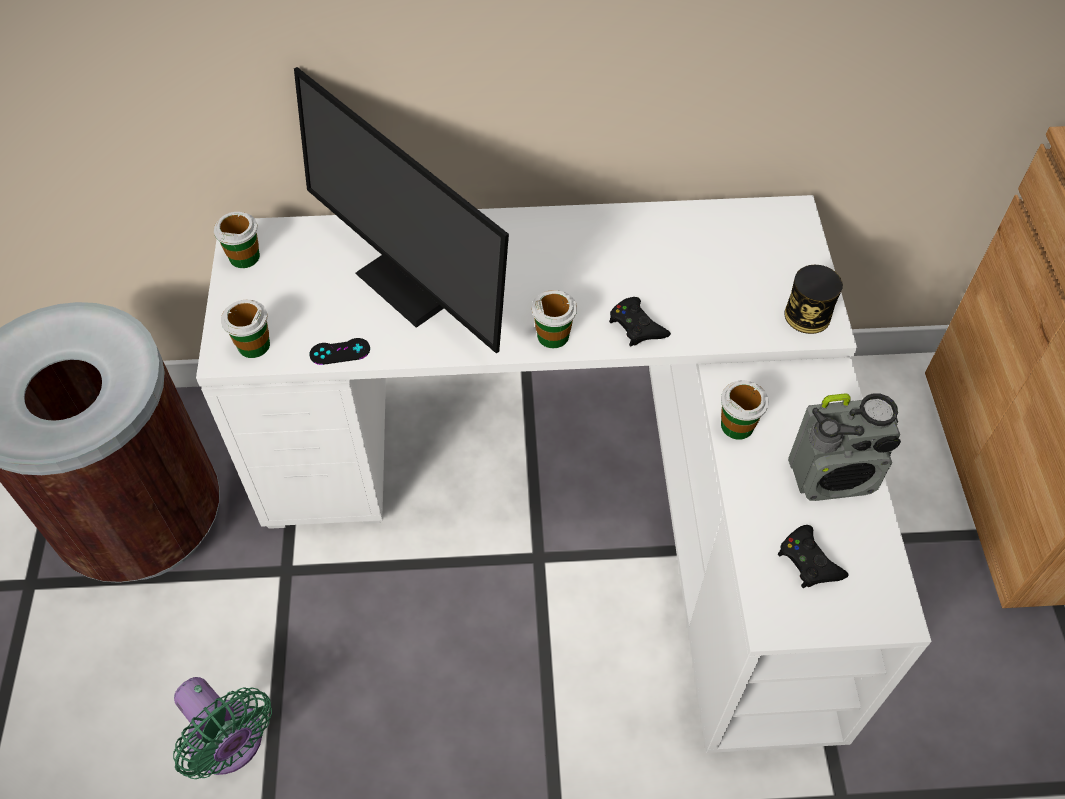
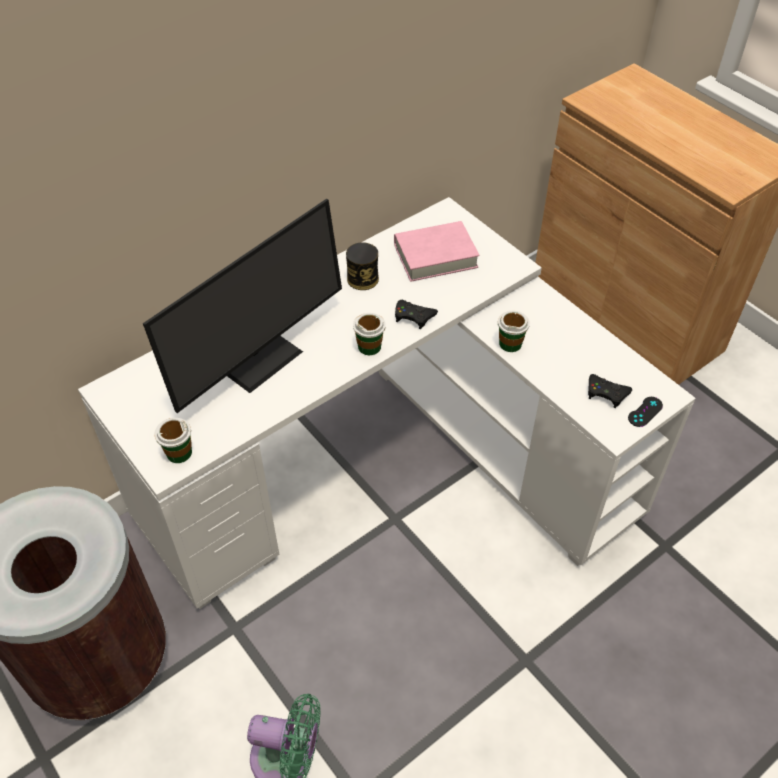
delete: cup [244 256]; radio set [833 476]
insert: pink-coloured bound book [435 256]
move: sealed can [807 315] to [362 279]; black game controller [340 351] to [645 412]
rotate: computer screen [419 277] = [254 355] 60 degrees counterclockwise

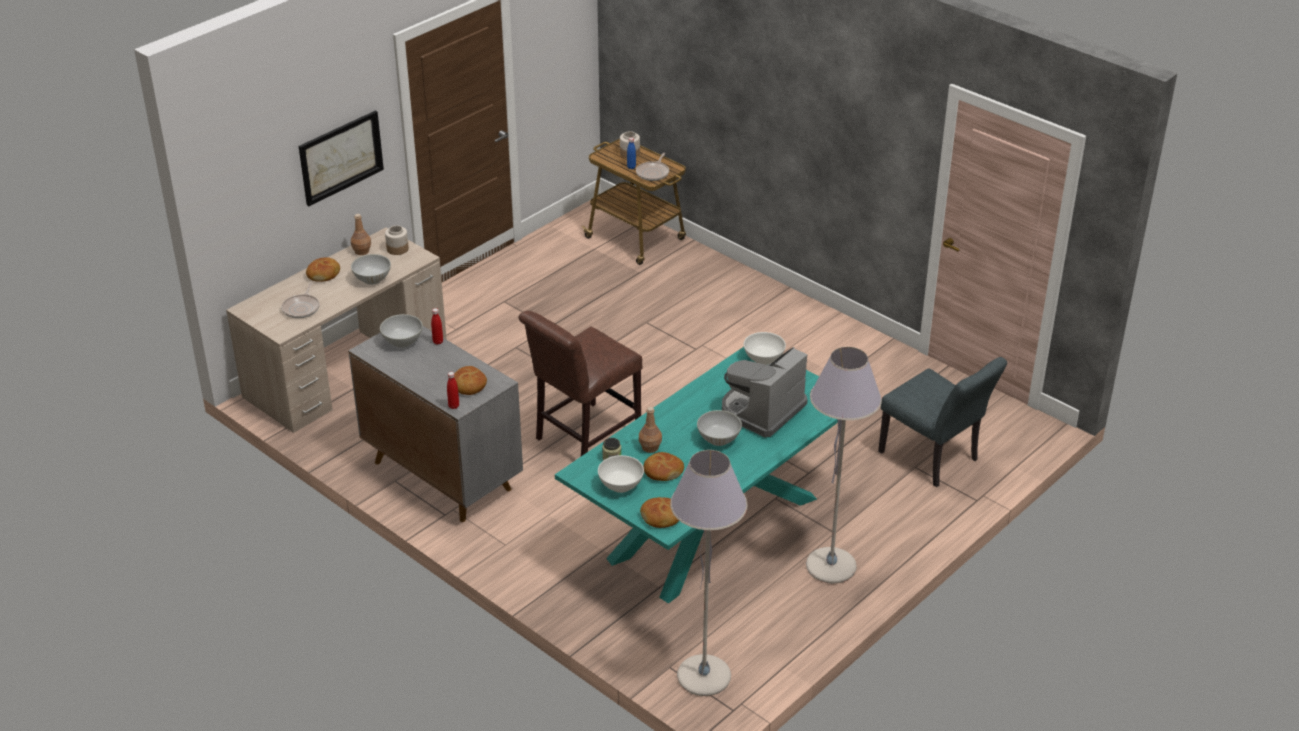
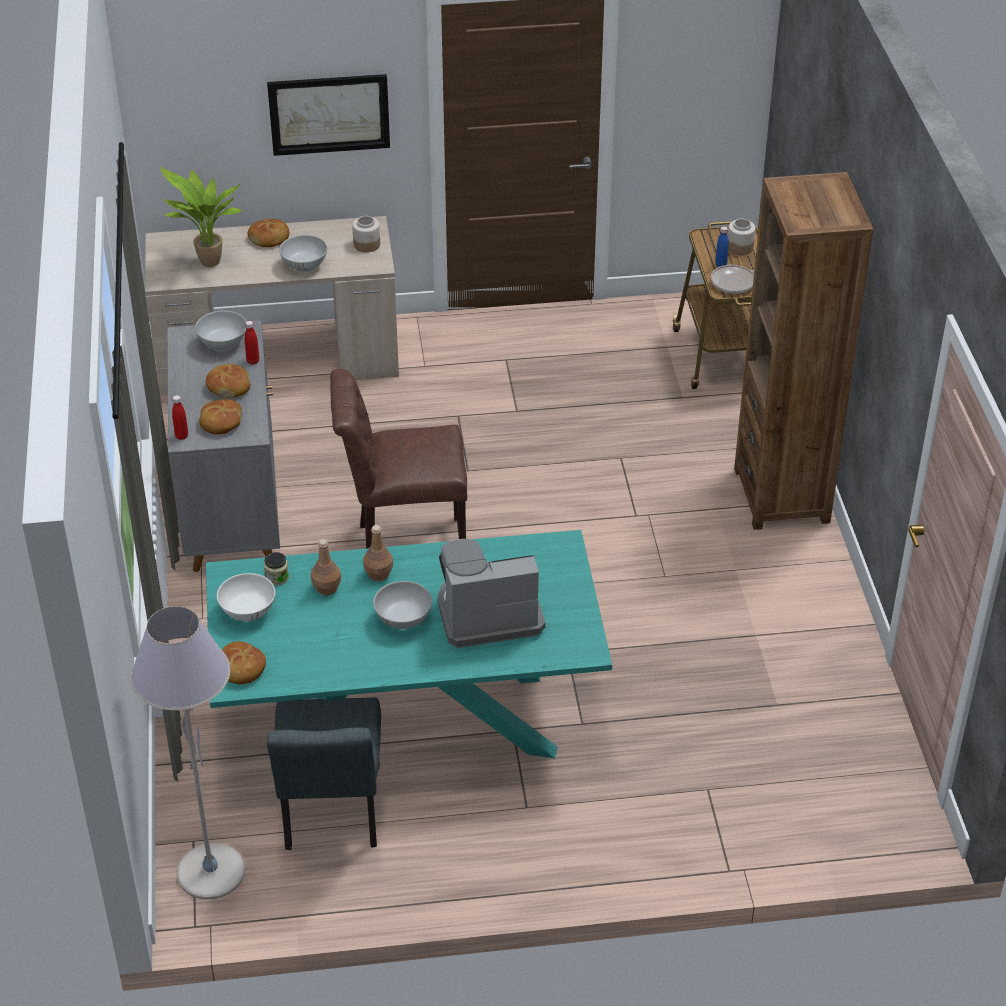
delete: white serving bowl [764 359]; grey standing lamp [831 567]
insert: brown-coloured shelving unit [782 495]
move: brown-coloured bottle [362 251] to [378 574]; grey upright chair [934 459] to [331 816]; bakery bread [662 471] to [229 386]
replace: frying pan [302 308] to plant in a pot [208 264]

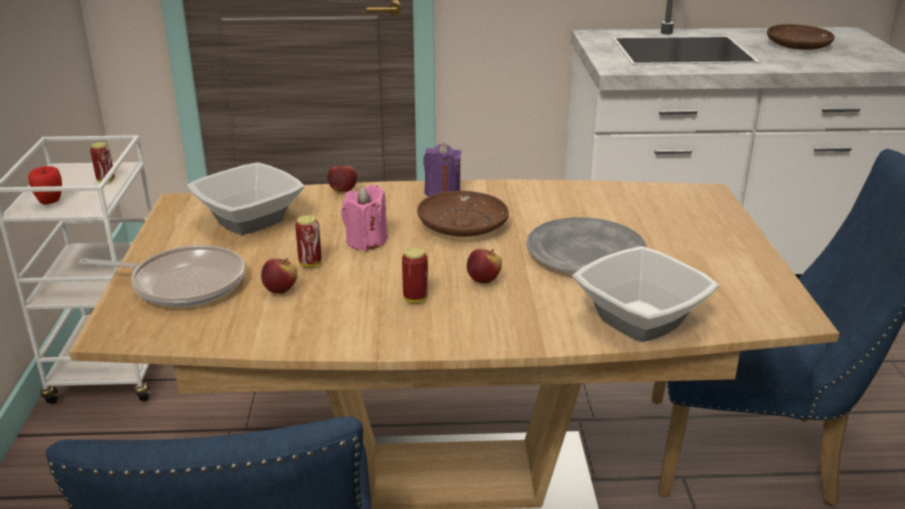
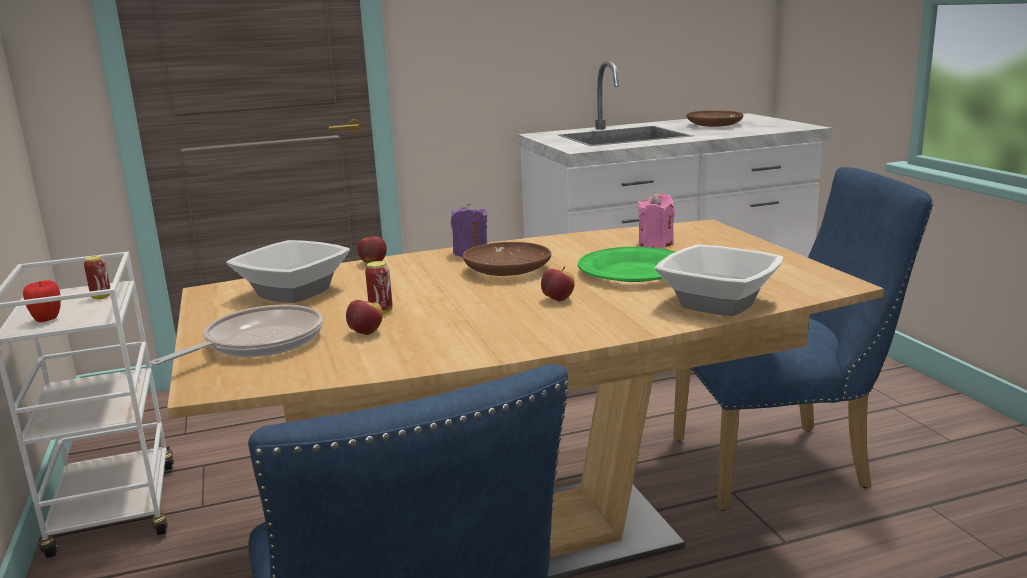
delete: sealed can [415 299]
move: pink-coloured wax candle [366 241] to [656 243]
recolor: grey flat dish [584 253] to greenish flat dish [632 272]
rotate: frying pan [182 284] = [258 343] 45 degrees counterclockwise

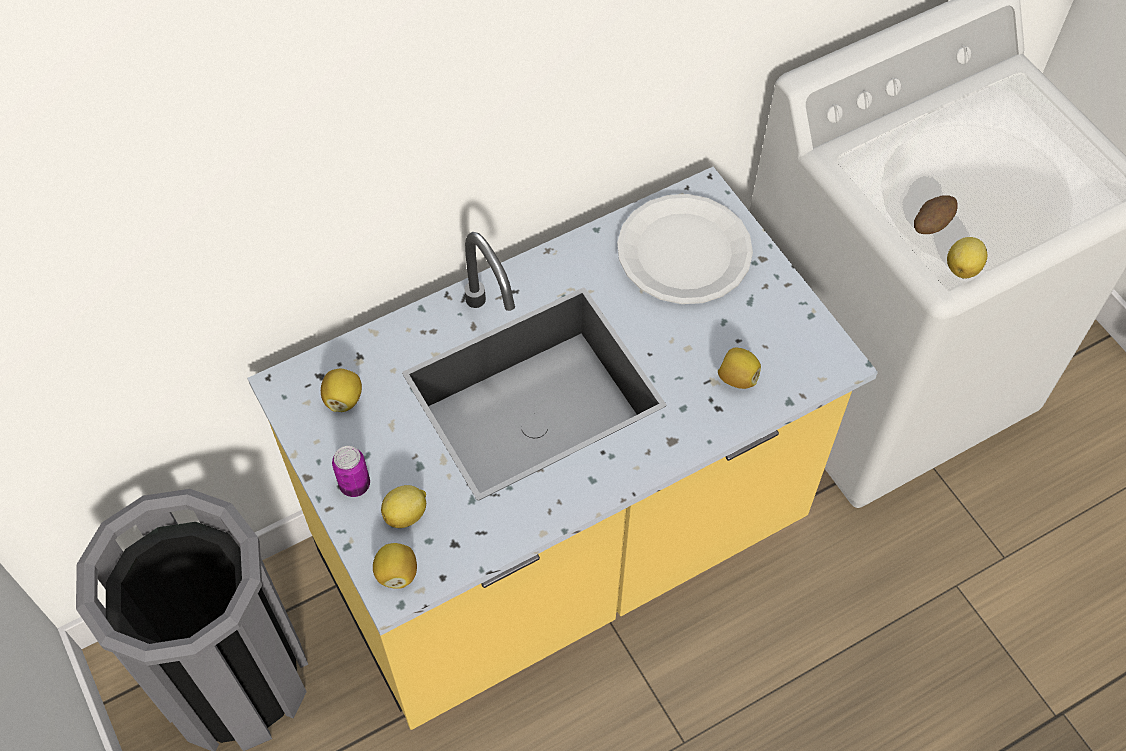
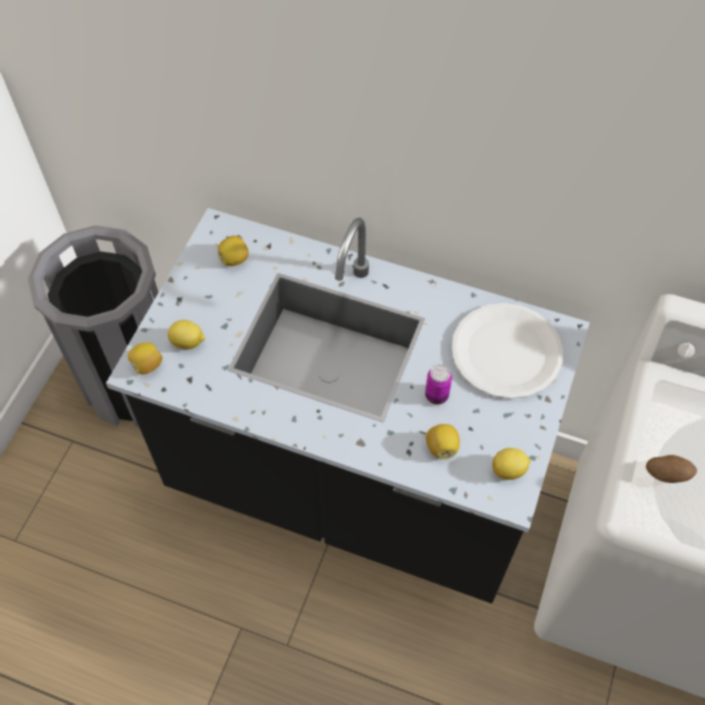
move: lemon [963 267] to [509 470]; sealed can [355 485] to [436 395]
recolor: yellow counter [563 546] to black counter [352 481]

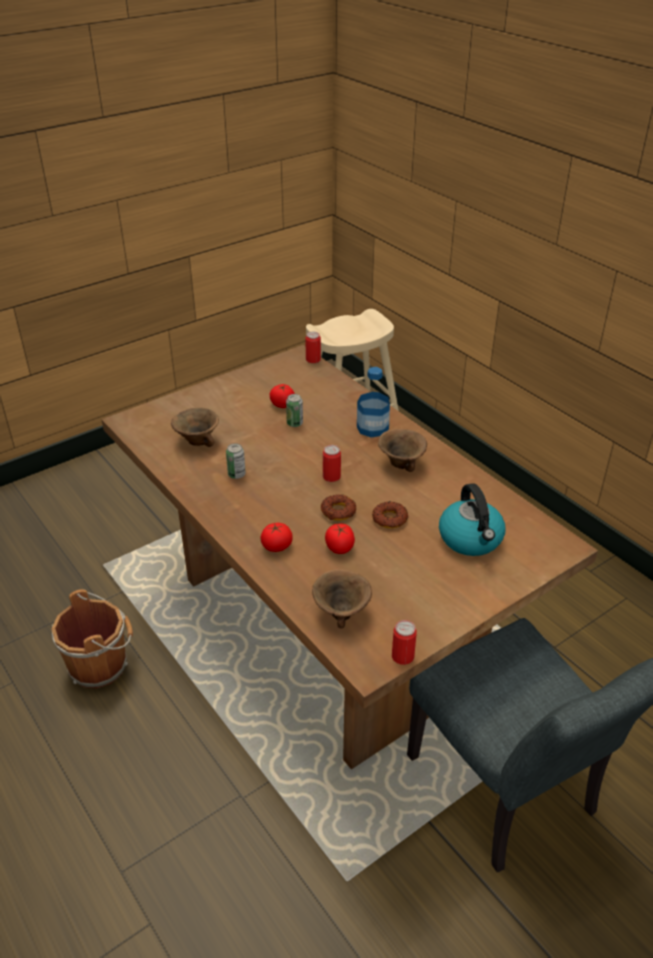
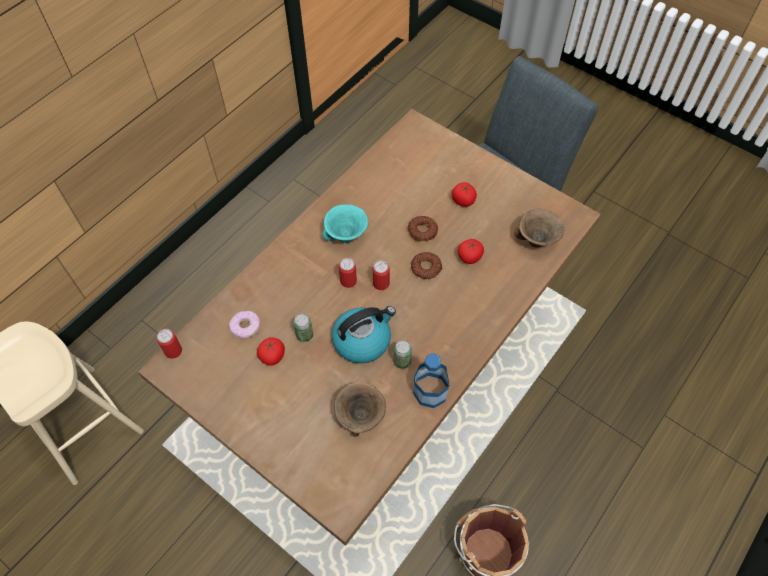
insert: donut [245 327]
move: bottle [372 428] to [430 391]; tea kettle [471 539] to [362 340]; whole tomato [277 546] to [463 200]; sealed can [402 656] to [348 281]
recolor: brown-coloured serving bowl [400 463] to turquoise-coloured serving bowl [346 236]

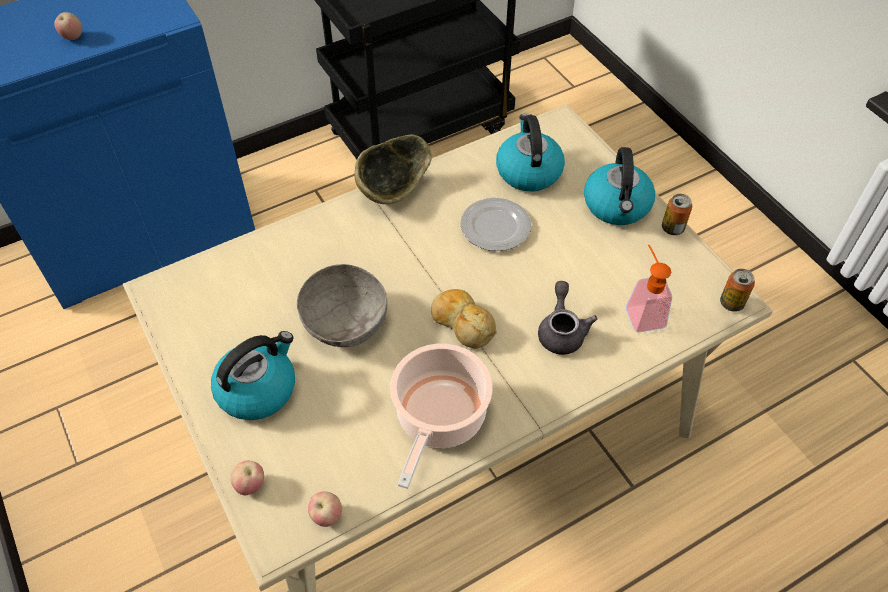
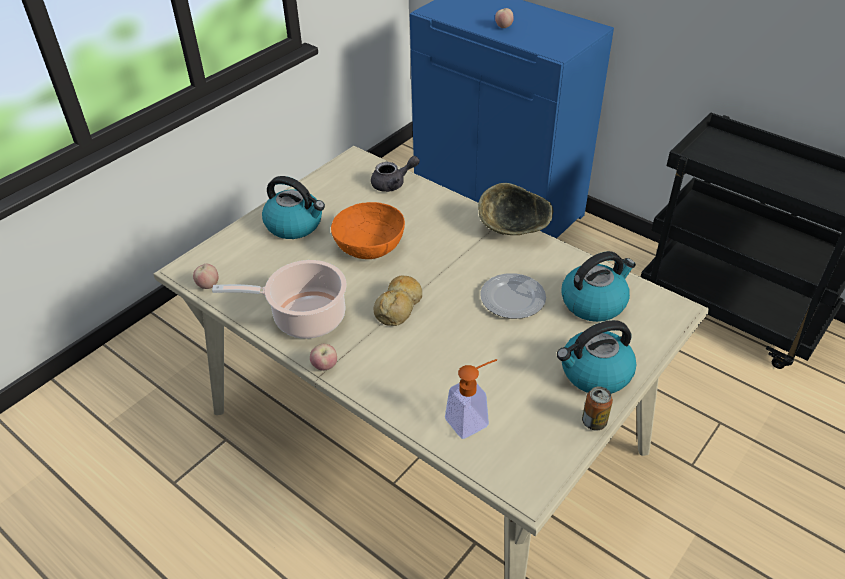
delete: sealed can [731 303]
move: grey pot for tea [561 331] to [393 184]; apple [250 485] to [325 366]
recolor: grey serving bowl [345 322] to orangey serving bowl [369 246]

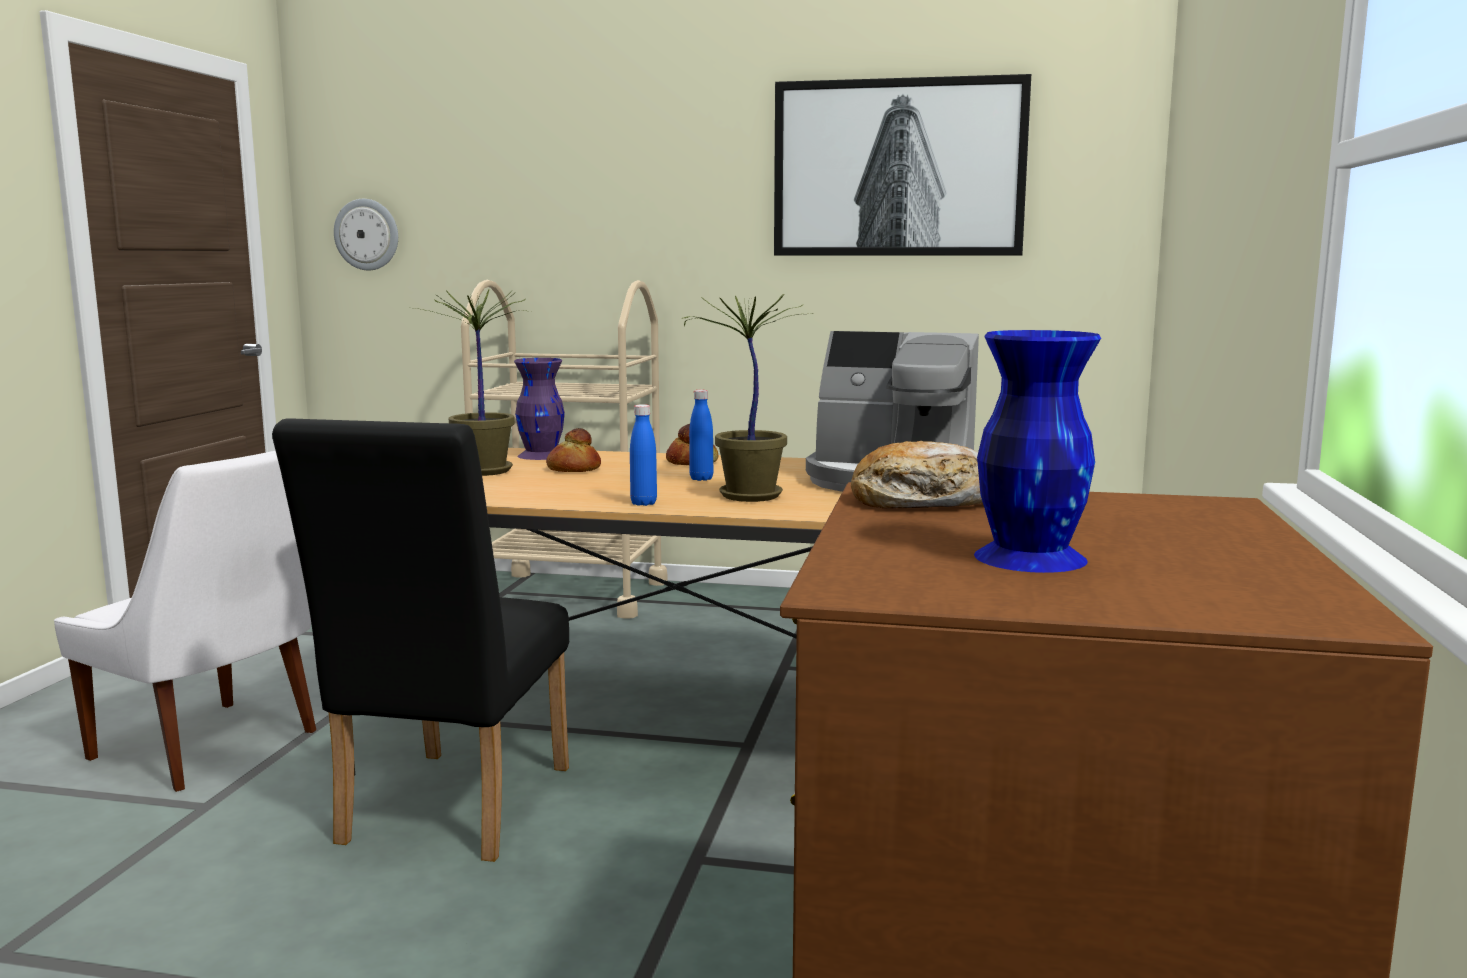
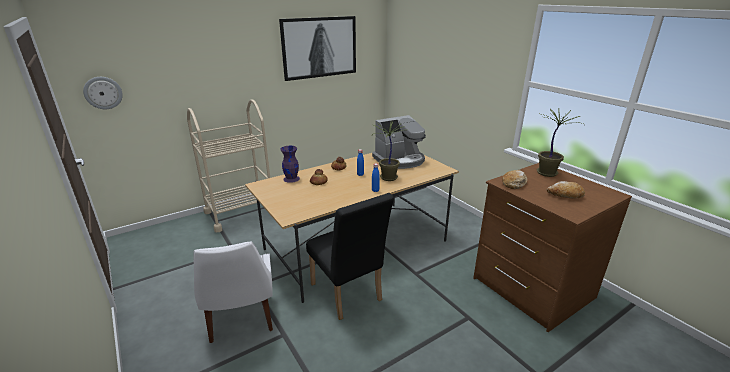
move: plant in a pot [485 472] to [547 173]
replace: blue flower vase [1028 557] to bakery bread [565 195]
rotate: white upright chair [210 747] = [241 319] 90 degrees clockwise

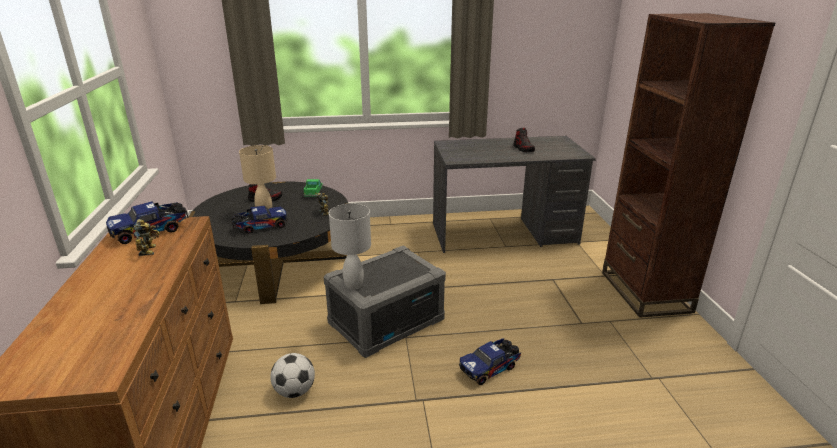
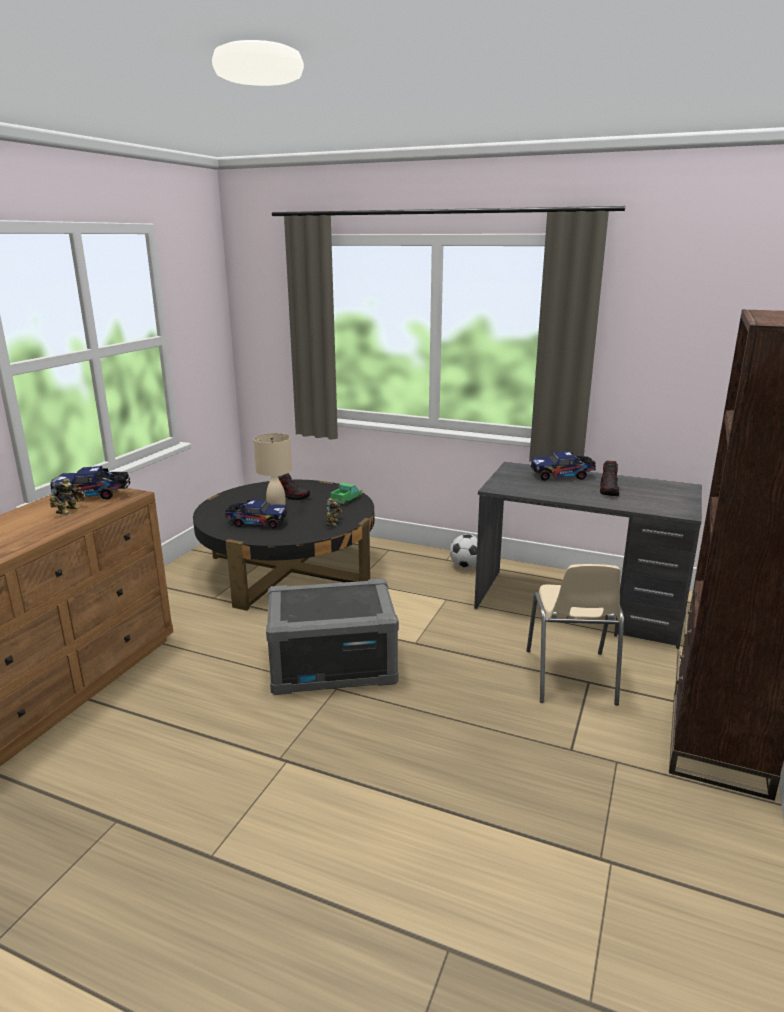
delete: white lamp for a table [354 284]
insert: beige-coloured upright chair [570 677]
move: toy truck [490 368] to [563 476]; football ball [294 391] to [466 566]

